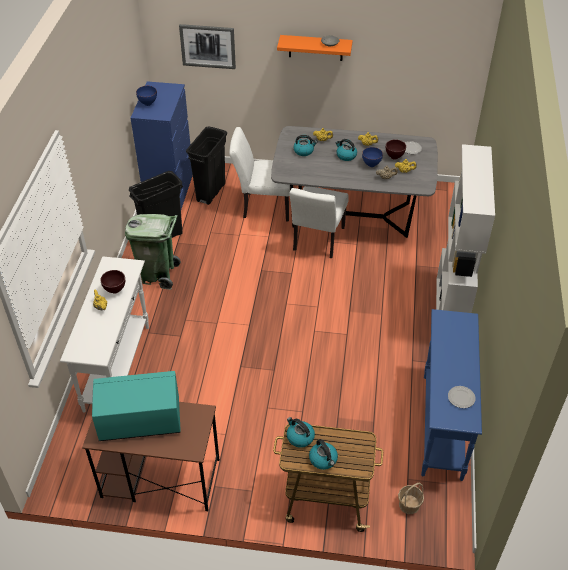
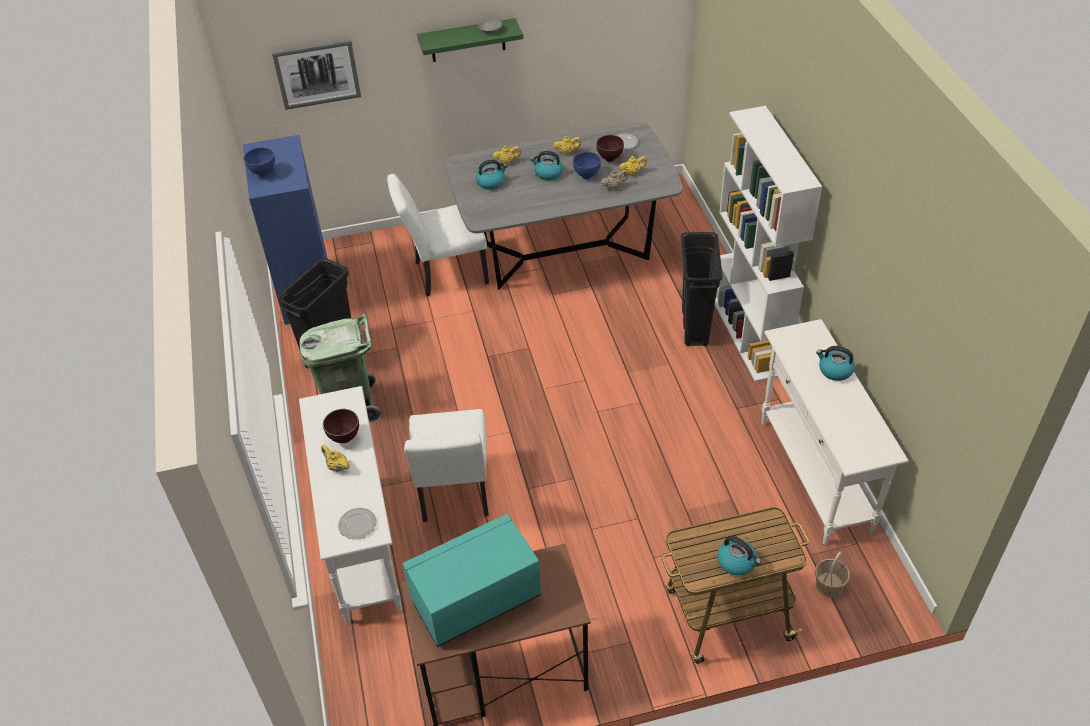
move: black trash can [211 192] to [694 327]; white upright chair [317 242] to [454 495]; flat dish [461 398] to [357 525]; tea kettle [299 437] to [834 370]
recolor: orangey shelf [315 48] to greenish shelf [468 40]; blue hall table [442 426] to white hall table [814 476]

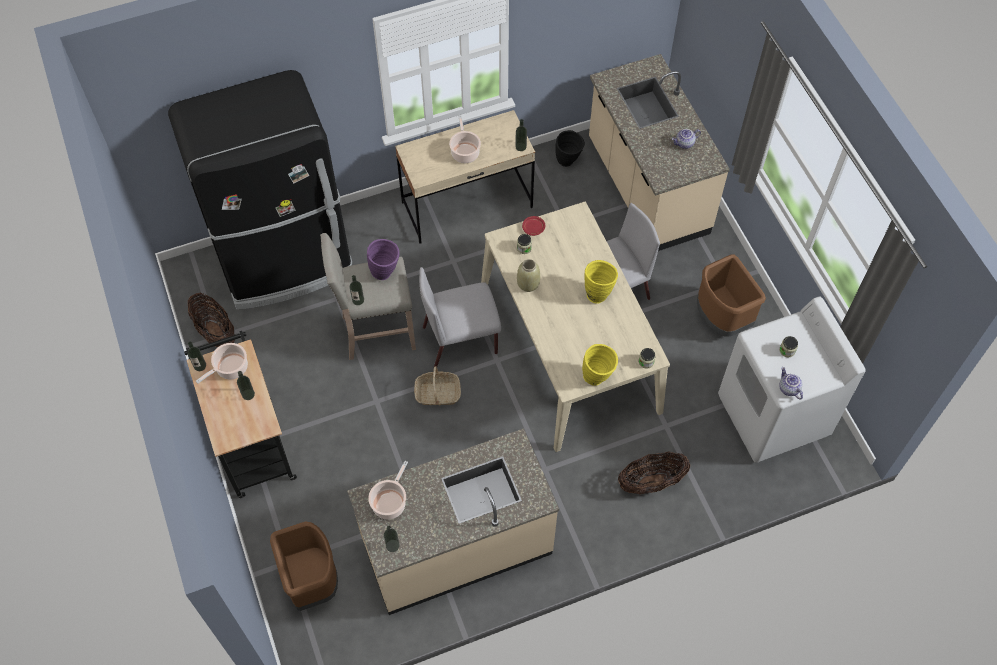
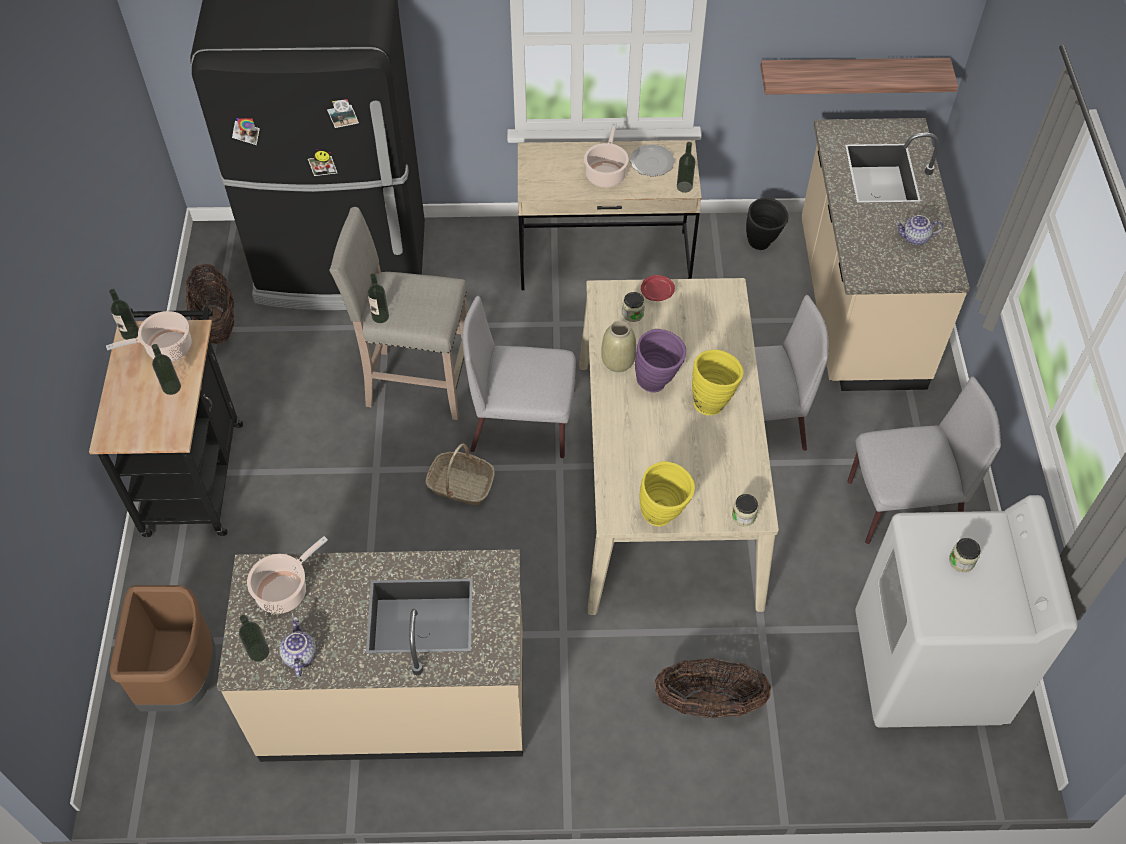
insert: shelf [851 75]; flat dish [652 162]
move: purple-coloured flower vase [386 272] to [658 383]; pot for tea [788 388] to [299 655]
replace: brown-coloured trash can [721 318] to grey upright chair [901 507]

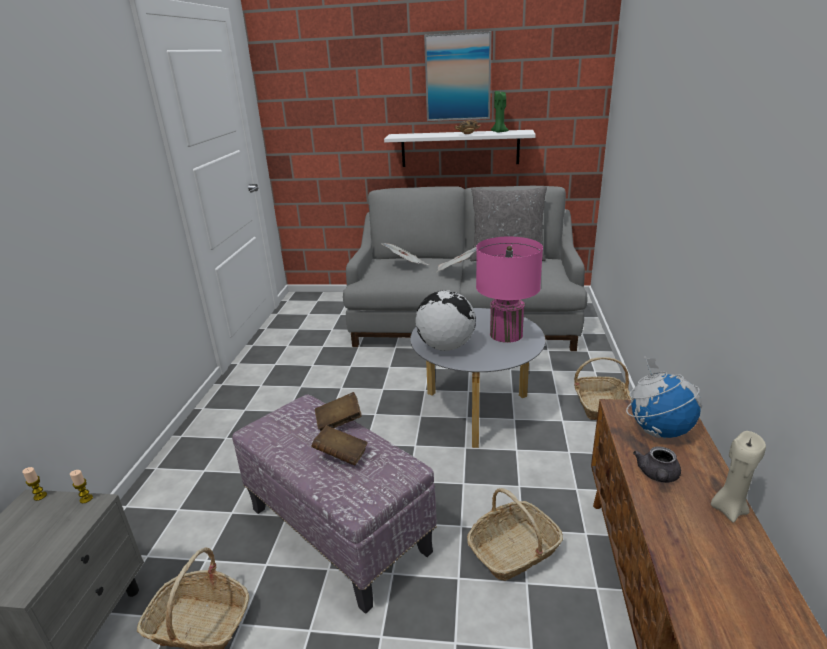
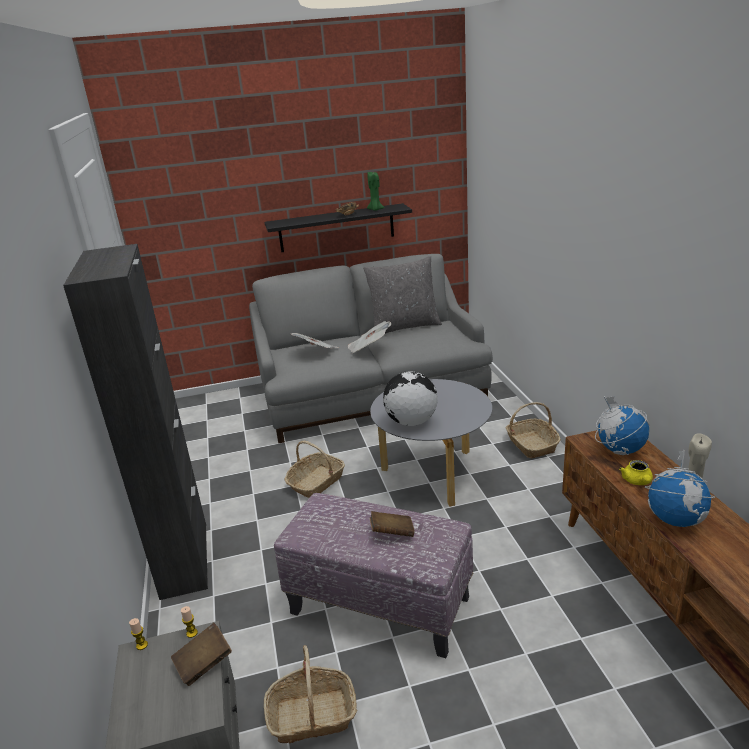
delete: wall art [458 77]; pink-coloured lamp for a table [506 334]
insert: black cupboard [184 559]; globe [676 519]
move: brown-coloured bound book [339 422] to [204 663]; household basket [514 551] to [316 482]
recolor: white shelf [460 148] to black shelf [336 228]; grey pot for tea [657 476] to yellow pot for tea [637 482]

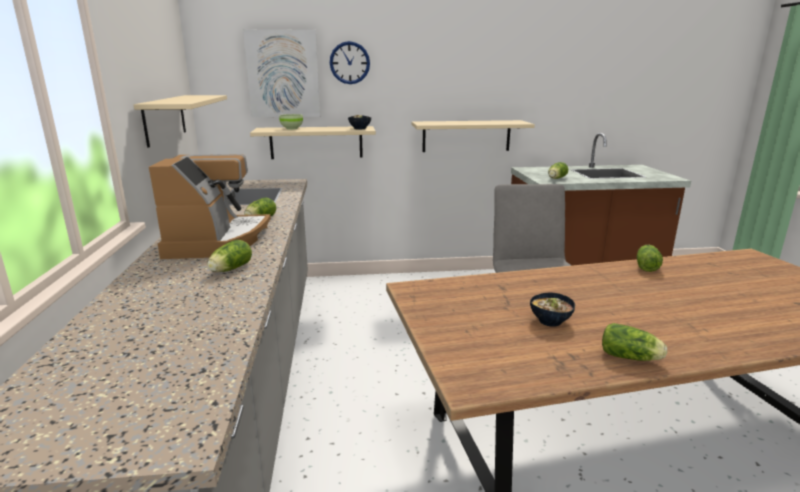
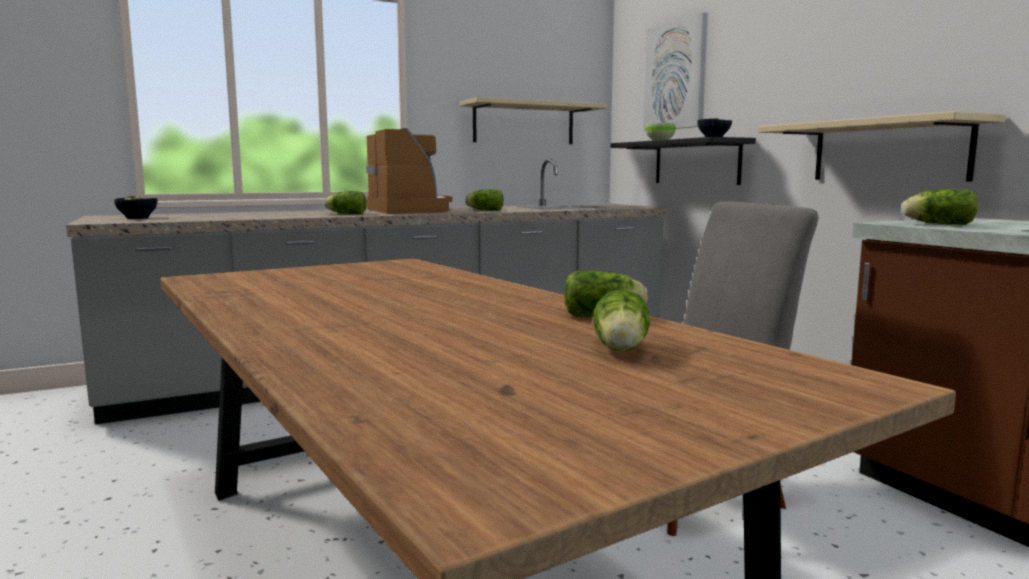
delete: clock on the wall [349 63]
move: serving bowl [551 321] to [137 218]; lettuce [631 357] to [620 350]
recolor: beige-coloured shelf [316 142] to black shelf [696 162]
rotate: coffee machine [217 241] = [412 210] 90 degrees counterclockwise

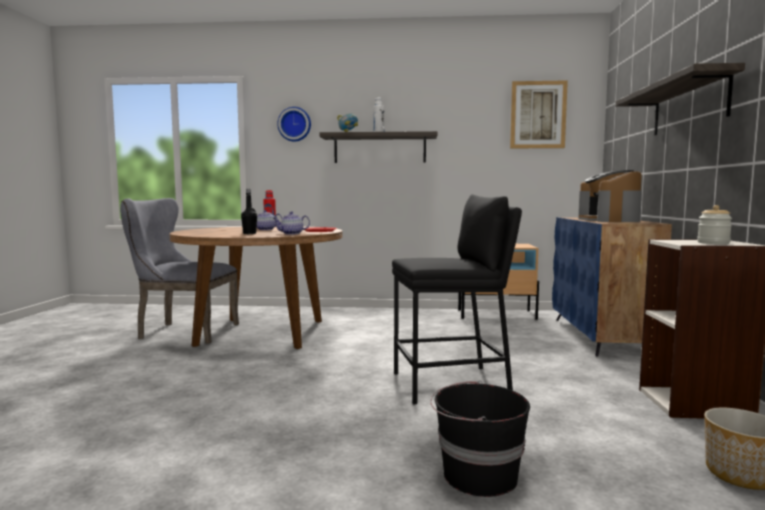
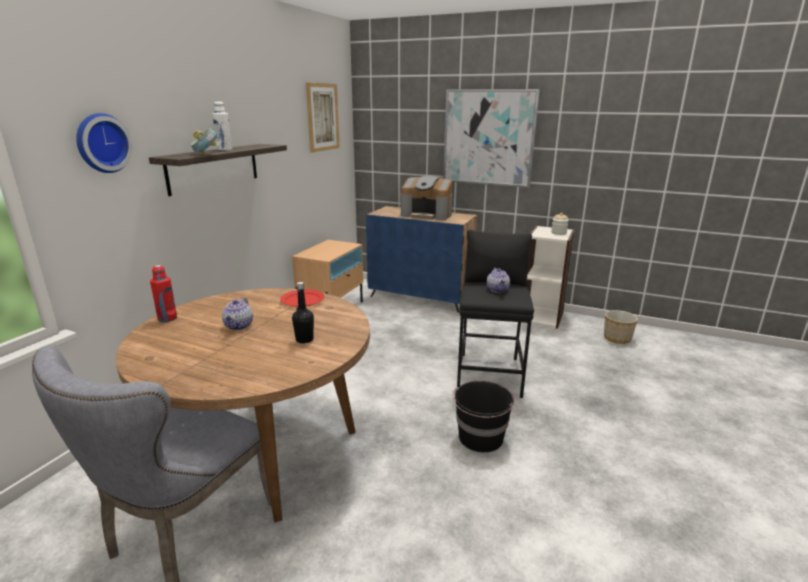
move: pot for tea [291 233] to [498 289]; black pail [477 475] to [480 438]
replace: shelf [689 105] to wall art [488 138]

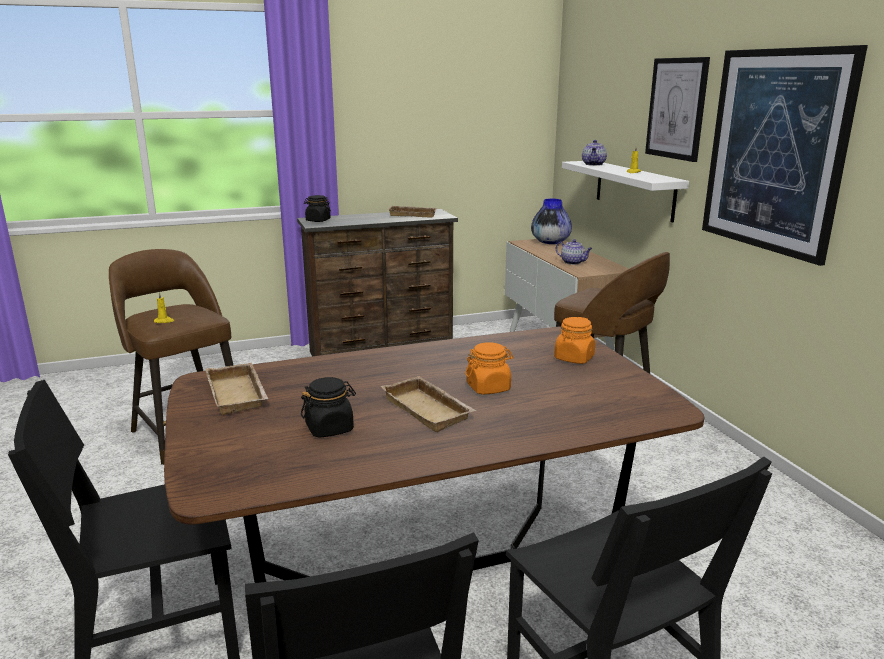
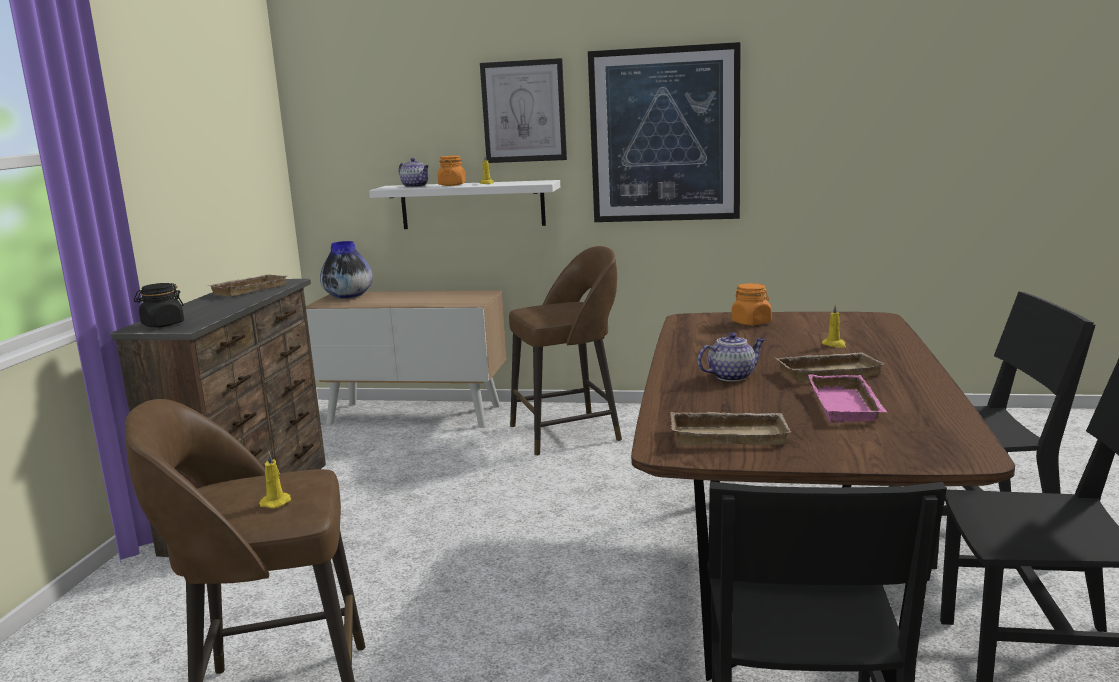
insert: yellow wax candle [834 345]
move: pot for tea [573 262] to [732 376]; orangey storage jar [488 388] to [452 185]
replace: black storage jar [330 428] to pink-coloured serving tray [848 406]

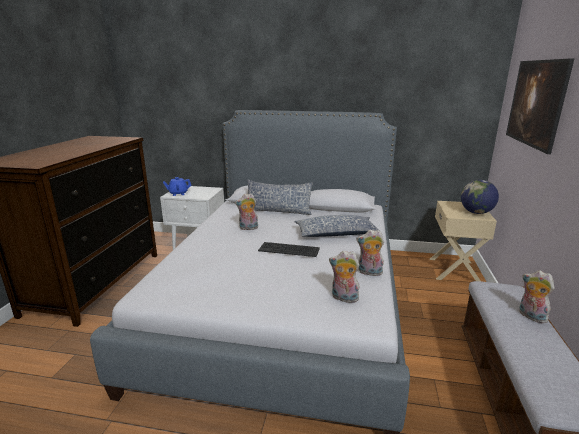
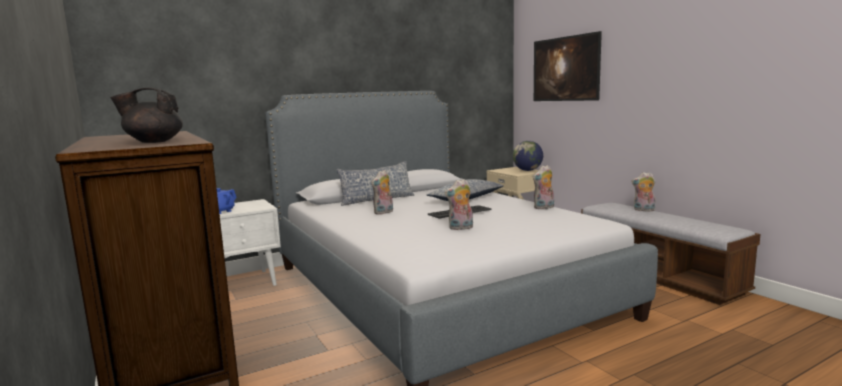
insert: black pot for tea [153 142]
move: soft toy [343 298] to [461 228]

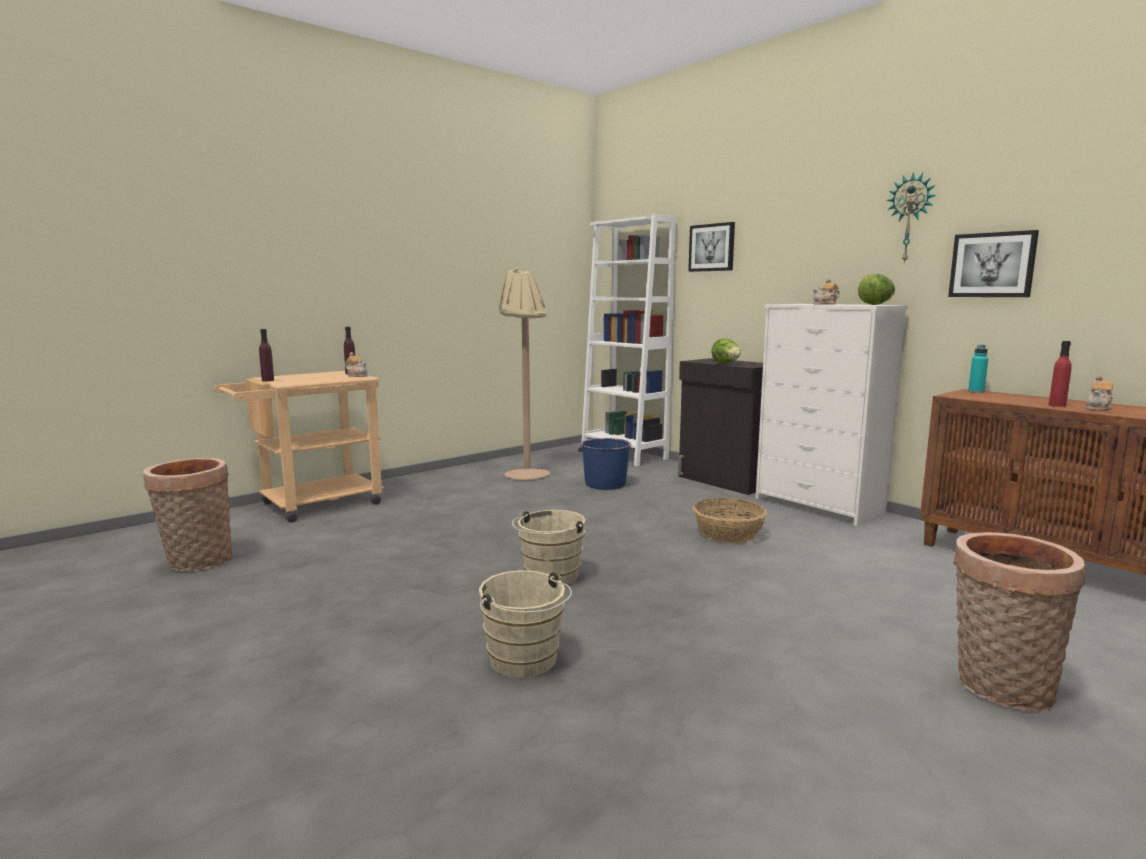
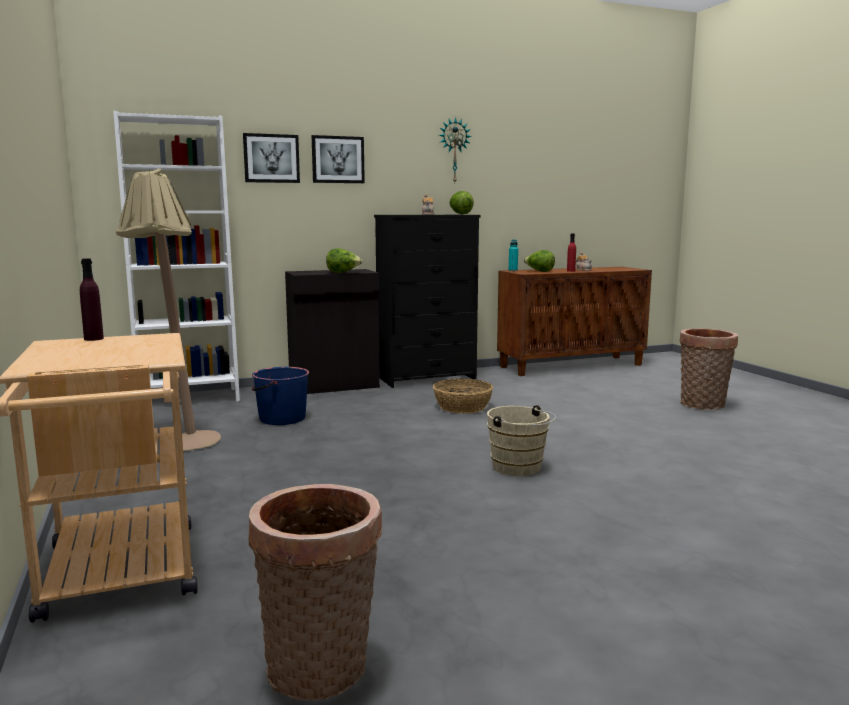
delete: purple-coloured bottle [268 380]; pot for tea [357 375]; beige-coloured pail [526 662]
insert: lettuce [539 271]
move: wall art [992 265] to [337 159]
recolor: white dresser [819 506] to black dresser [427 378]

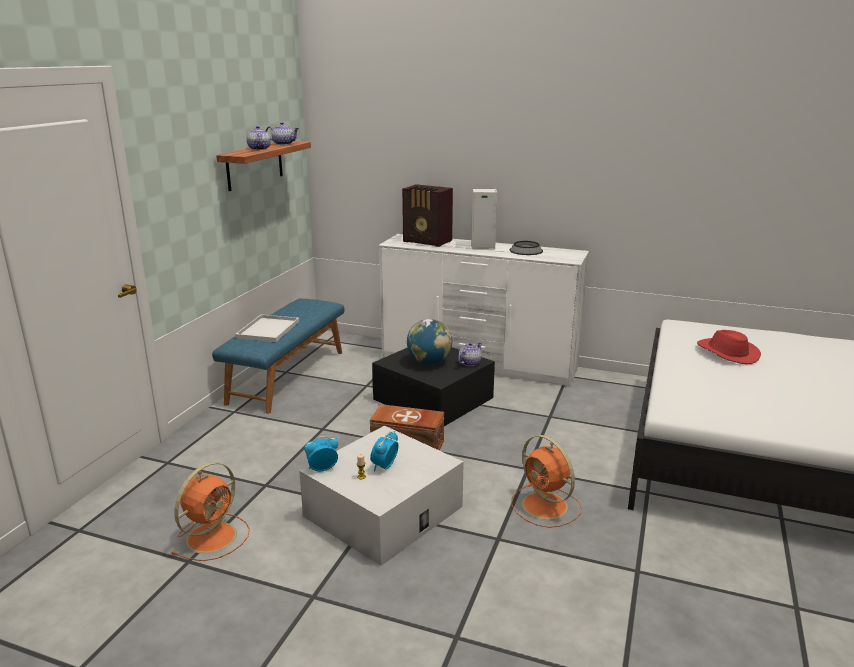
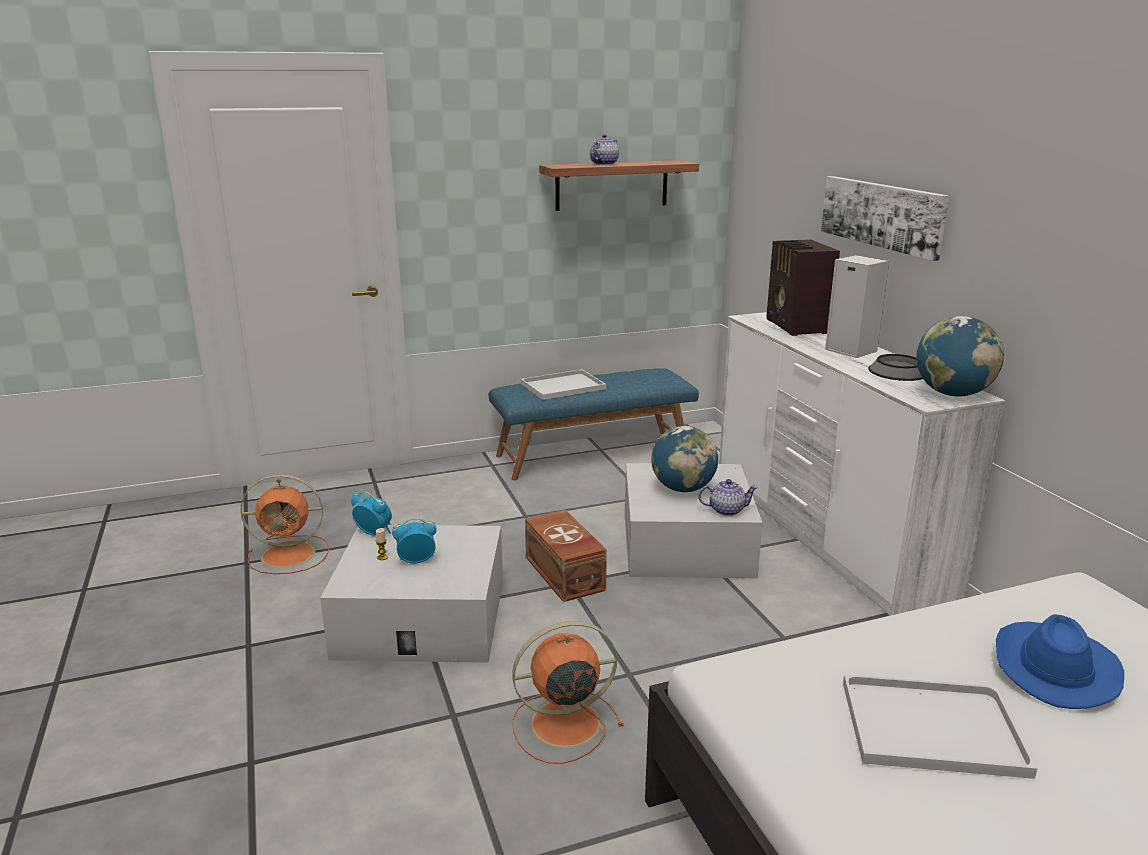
delete: pot for tea [283 144]
insert: wall art [882 215]; globe [952 394]; white serving tray [928 728]
recolor: reddish clothing hat [726 353] to blue clothing hat [1053 667]; black storage bin [433 398] to white storage bin [686 543]
rotate: orangey cooling fan [546 506] = [562 724] 60 degrees clockwise

